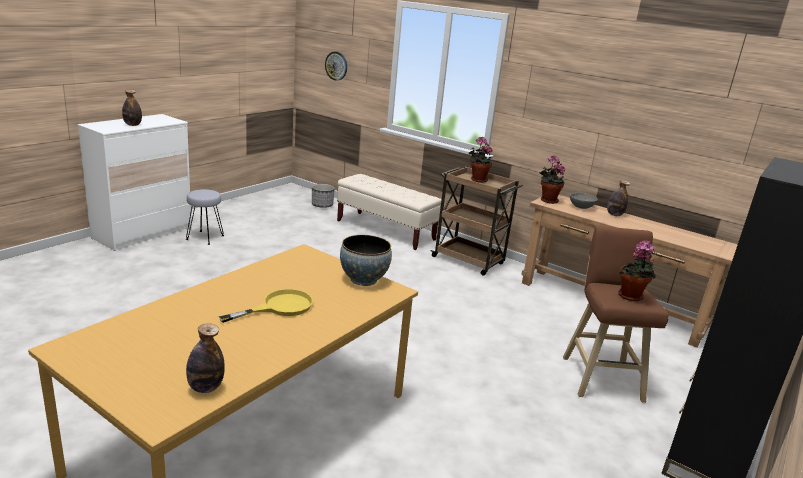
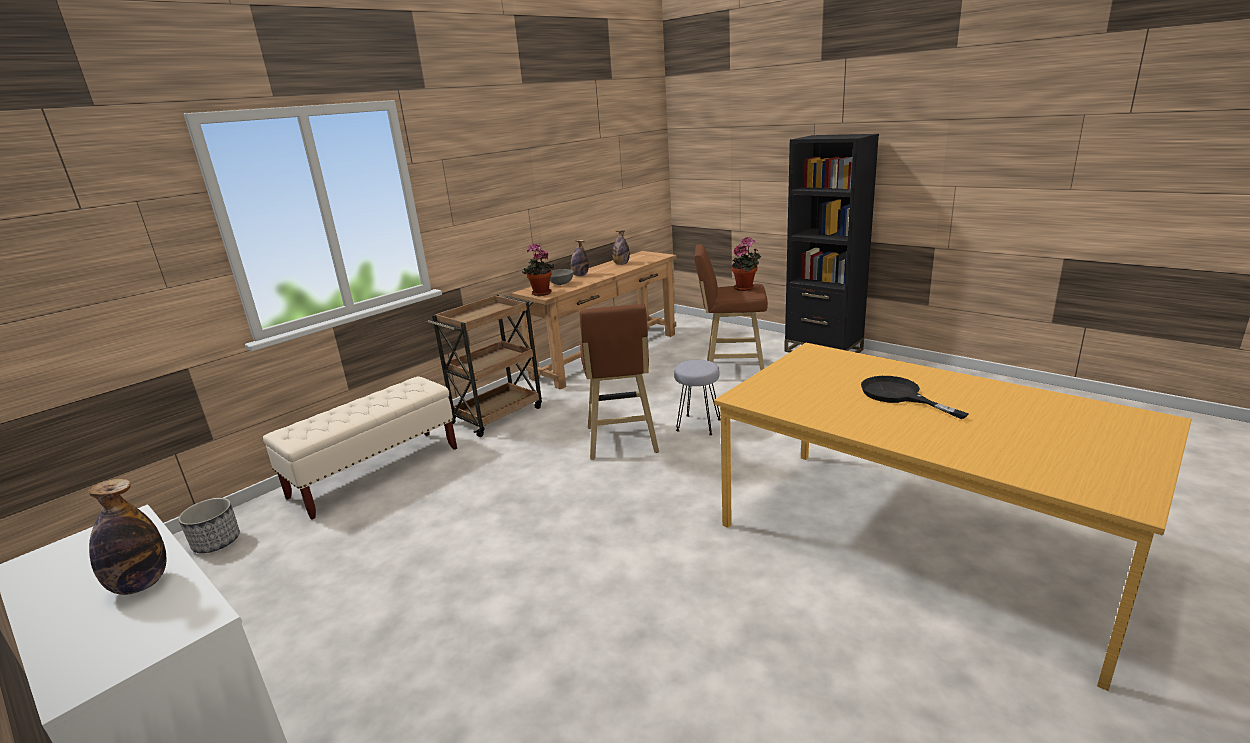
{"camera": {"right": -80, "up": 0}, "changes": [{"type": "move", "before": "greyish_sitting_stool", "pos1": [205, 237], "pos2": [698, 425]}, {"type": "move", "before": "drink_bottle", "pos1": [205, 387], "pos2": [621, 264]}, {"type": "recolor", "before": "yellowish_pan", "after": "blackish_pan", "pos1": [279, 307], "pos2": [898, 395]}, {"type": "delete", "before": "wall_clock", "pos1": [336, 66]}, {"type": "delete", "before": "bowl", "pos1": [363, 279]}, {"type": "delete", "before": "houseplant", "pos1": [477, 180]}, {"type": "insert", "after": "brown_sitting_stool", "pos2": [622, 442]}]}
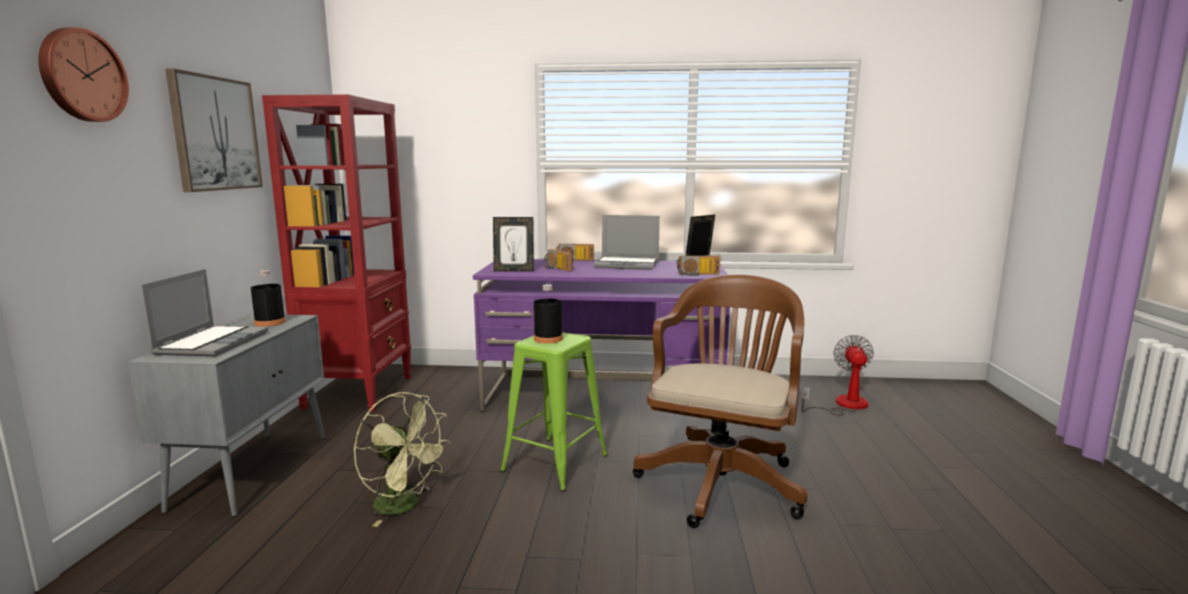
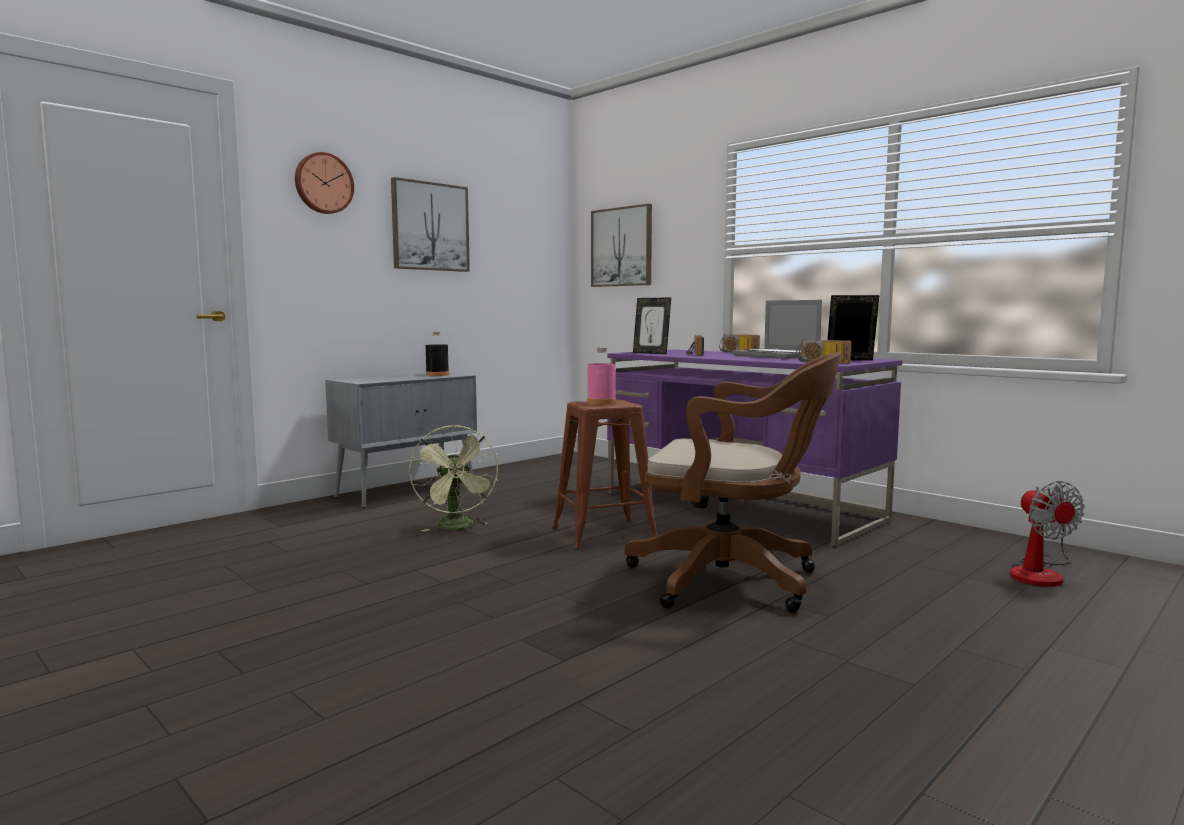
{"camera": {"right": 40, "up": -5}, "changes": [{"type": "delete", "before": "notebook_computer", "pos1": [212, 343]}, {"type": "delete", "before": "red-coloured_bookcase", "pos1": [360, 391]}, {"type": "recolor", "before": "green_sitting_stool", "after": "brown_sitting_stool", "pos1": [556, 463], "pos2": [605, 534]}, {"type": "recolor", "before": "blackish_drink_bottle", "after": "pink_drink_bottle", "pos1": [548, 339], "pos2": [601, 402]}, {"type": "rotate", "before": "brown_computer_chair", "pos1": [722, 479], "pos2": [733, 581], "turn": 45}, {"type": "rotate", "before": "fan", "pos1": [843, 405], "pos2": [1040, 573], "turn": 120}, {"type": "insert", "after": "wall_art", "pos2": [622, 247]}]}
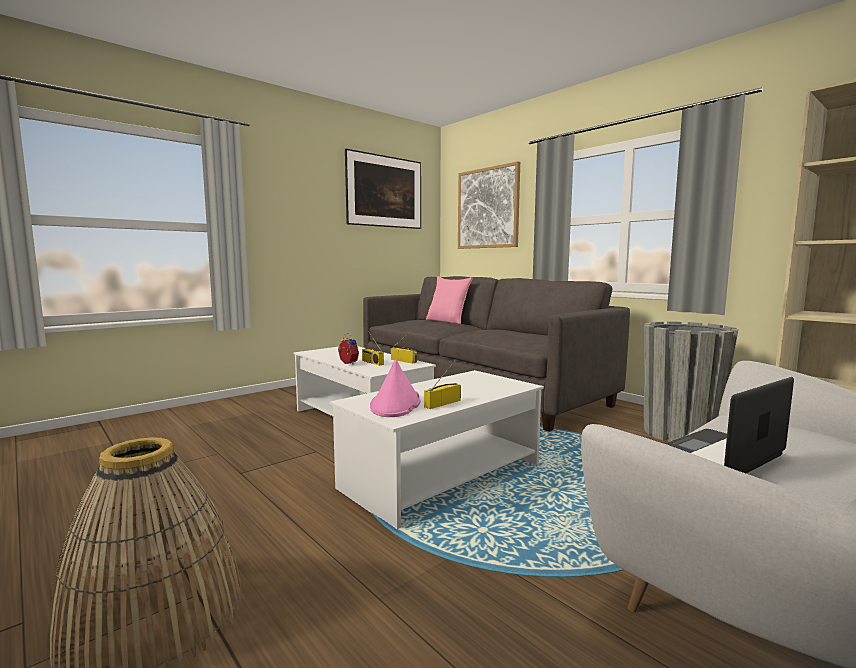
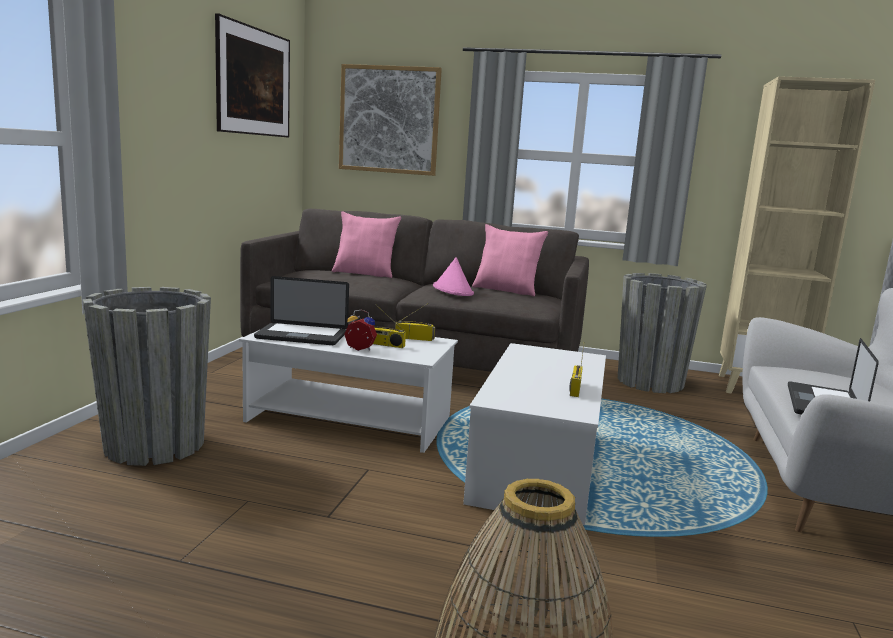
{"camera": {"right": -35, "up": 5}, "changes": [{"type": "move", "before": "pink_wearable_hat", "pos1": [395, 404], "pos2": [453, 290]}, {"type": "insert", "after": "greyish_flower_pot", "pos2": [154, 445]}, {"type": "insert", "after": "notebook_computer", "pos2": [302, 336]}, {"type": "insert", "after": "pink_pillow", "pos2": [506, 290]}]}
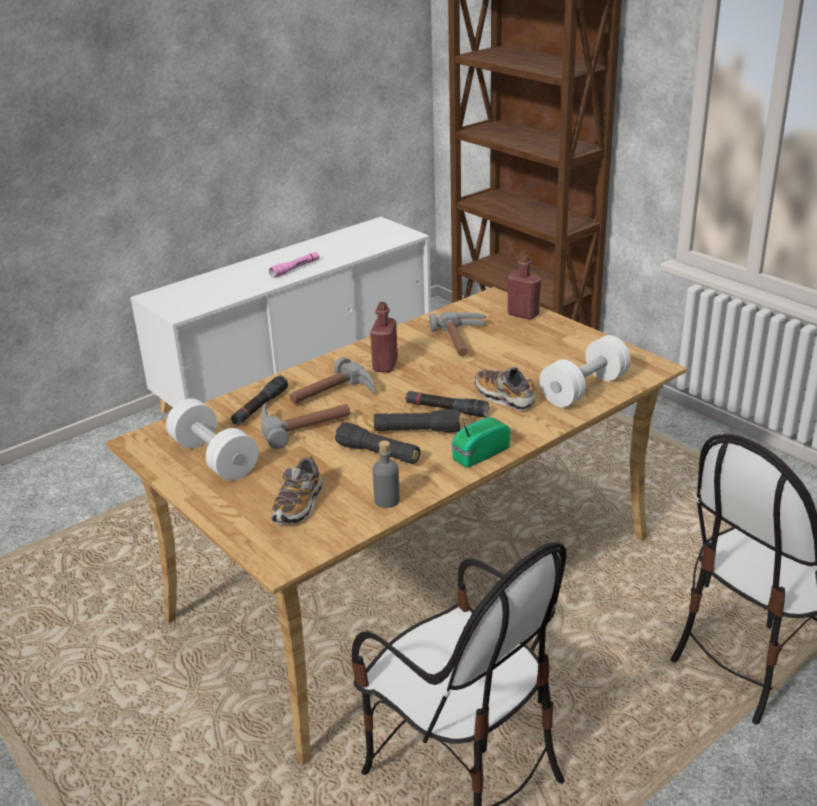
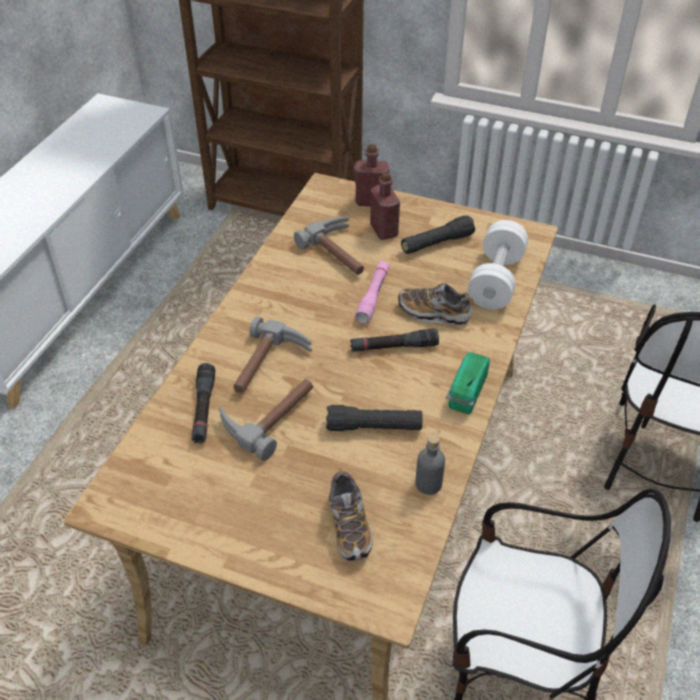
{"camera": {"right": -30, "up": 15}, "changes": [{"type": "delete", "before": "white_dumbbell", "pos1": [214, 458]}, {"type": "move", "before": "pink_hand_torch", "pos1": [295, 269], "pos2": [373, 296]}, {"type": "move", "before": "red-coloured_drink_bottle", "pos1": [385, 365], "pos2": [384, 230]}, {"type": "move", "before": "blackish_hand_torch", "pos1": [417, 431], "pos2": [437, 243]}]}
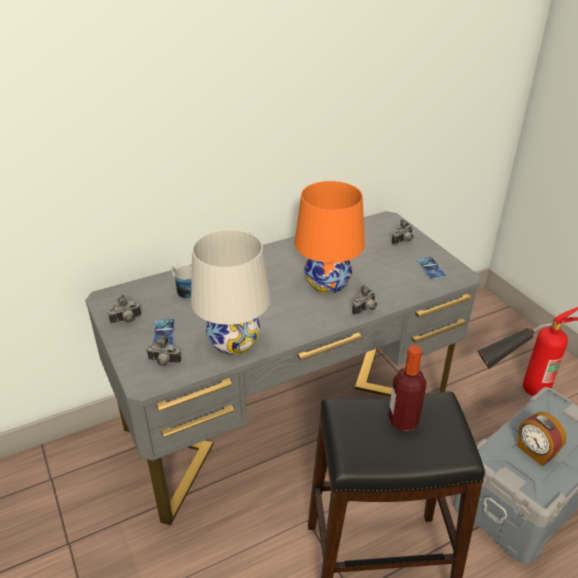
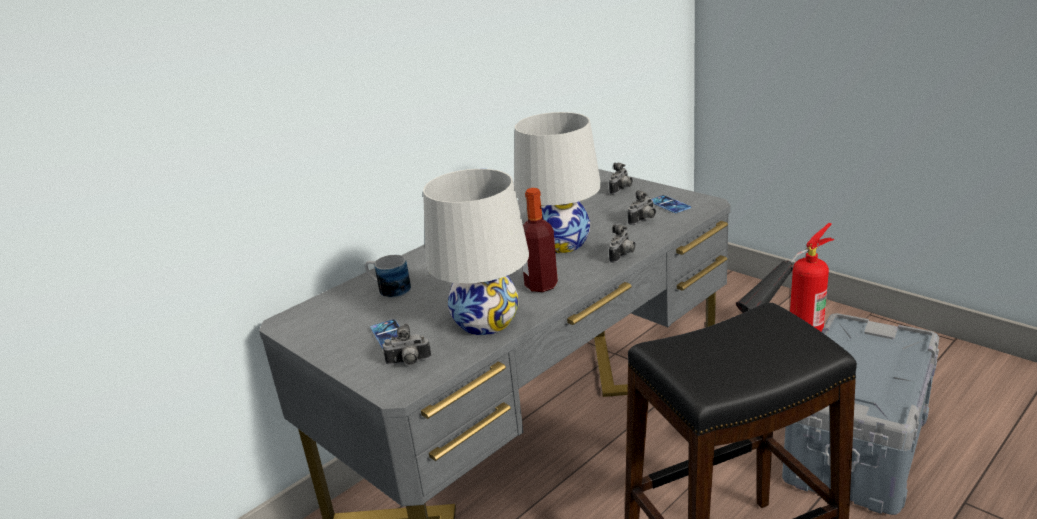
{"camera": {"right": -15, "up": -10}, "changes": [{"type": "move", "before": "still_camera", "pos1": [126, 321], "pos2": [643, 220]}, {"type": "recolor", "before": "orange-coloured_lamp_for_a_table", "after": "white_lamp_for_a_table", "pos1": [328, 283], "pos2": [562, 243]}, {"type": "move", "before": "drink_bottle", "pos1": [403, 421], "pos2": [541, 285]}, {"type": "delete", "before": "alarm_clock", "pos1": [535, 452]}]}
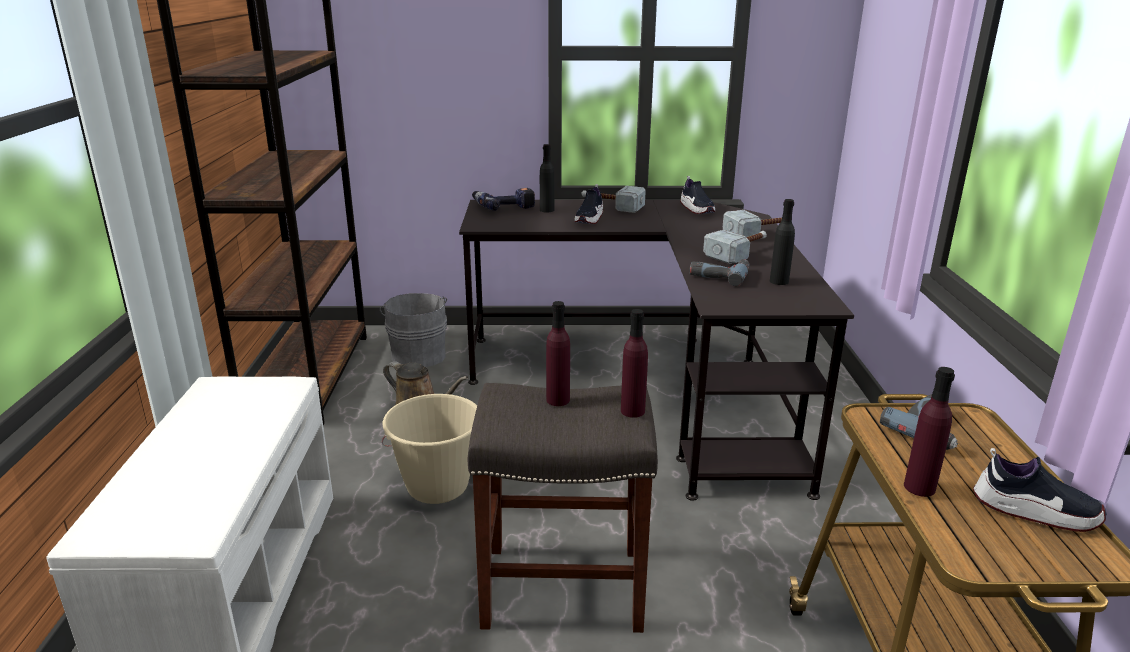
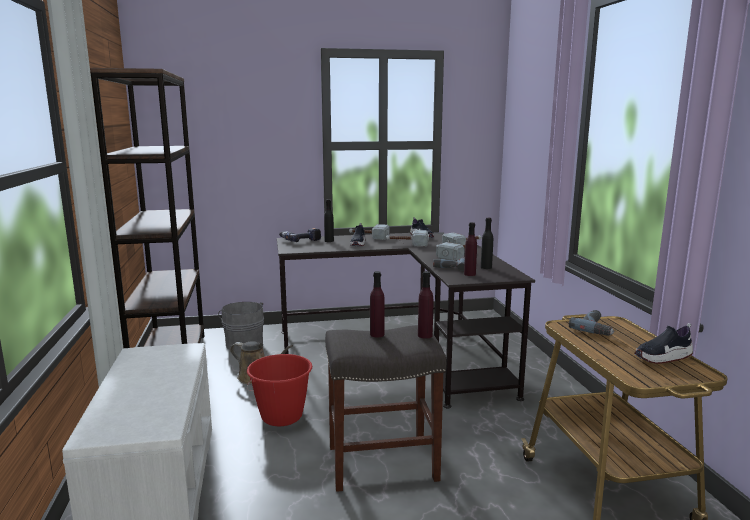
{"camera": {"right": -10, "up": -10}, "changes": [{"type": "recolor", "before": "beige-coloured_pail", "after": "red-coloured_pail", "pos1": [437, 487], "pos2": [282, 416]}, {"type": "move", "before": "purple-coloured_drink_bottle", "pos1": [919, 487], "pos2": [469, 274]}, {"type": "rotate", "before": "item_of_footwear", "pos1": [1034, 512], "pos2": [663, 357], "turn": 150}, {"type": "insert", "after": "tool_hammer", "pos2": [407, 244]}]}
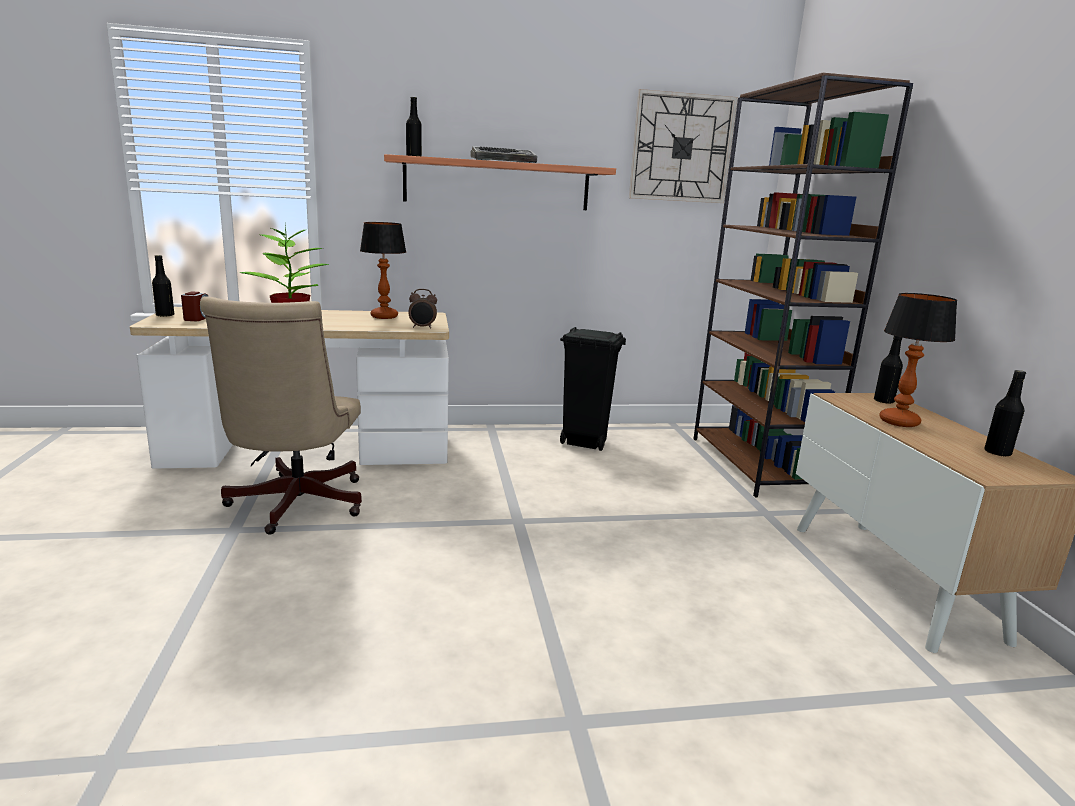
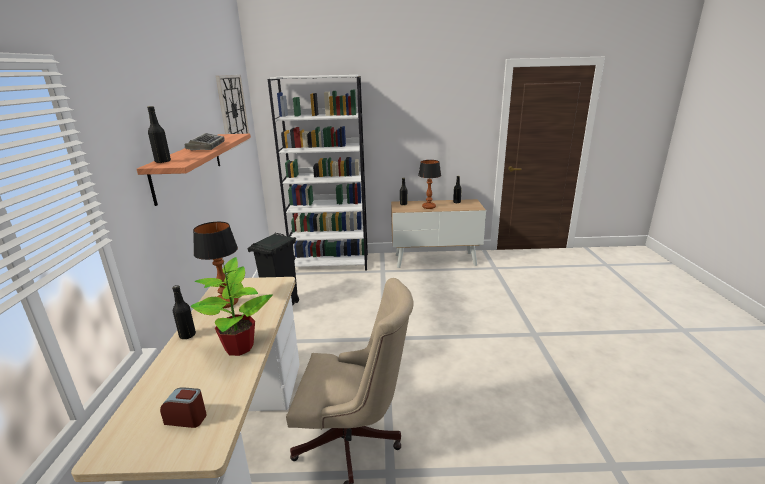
{"camera": {"right": -80, "up": 5}, "changes": [{"type": "move", "before": "blackish_drink_bottle", "pos1": [165, 315], "pos2": [187, 335]}, {"type": "delete", "before": "alarm_clock", "pos1": [422, 327]}, {"type": "recolor", "before": "brown_bookcase", "after": "white_bookcase", "pos1": [756, 465], "pos2": [331, 262]}]}
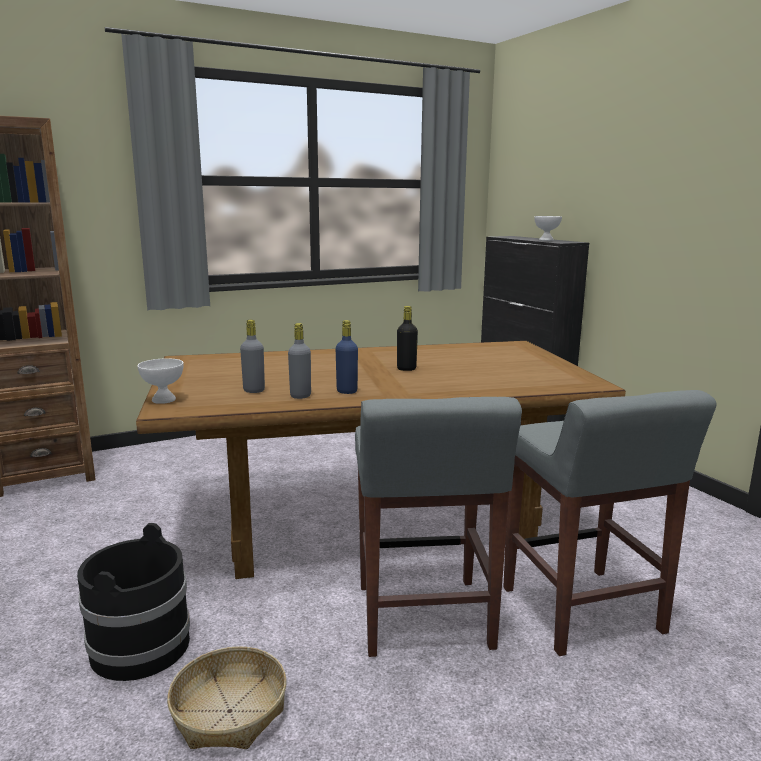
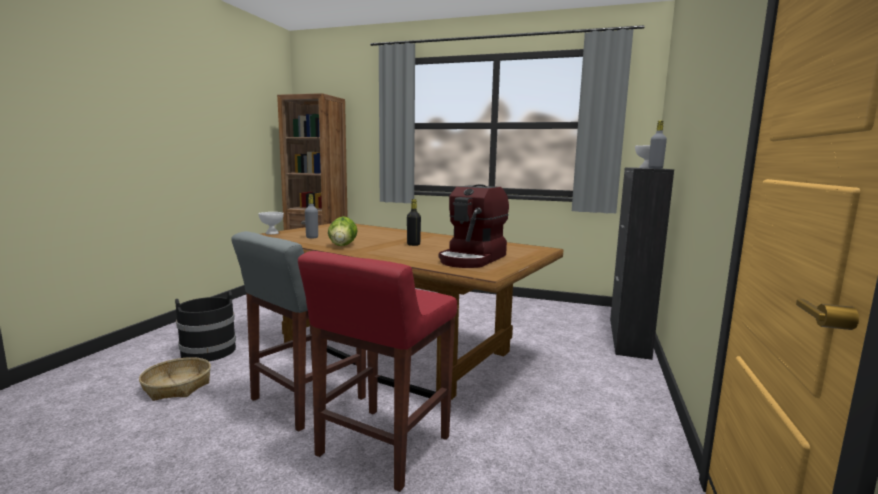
{"camera": {"right": 45, "up": -5}, "changes": [{"type": "move", "before": "greyish_drink_bottle", "pos1": [300, 396], "pos2": [655, 168]}, {"type": "replace", "before": "blue-coloured_drink_bottle", "after": "head_of_lettuce", "pos1": [347, 391], "pos2": [343, 245]}, {"type": "recolor", "before": "greyish_sitting_stool", "after": "red-coloured_sitting_stool", "pos1": [582, 612], "pos2": [382, 447]}, {"type": "insert", "after": "coffee_maker", "pos2": [473, 259]}]}
